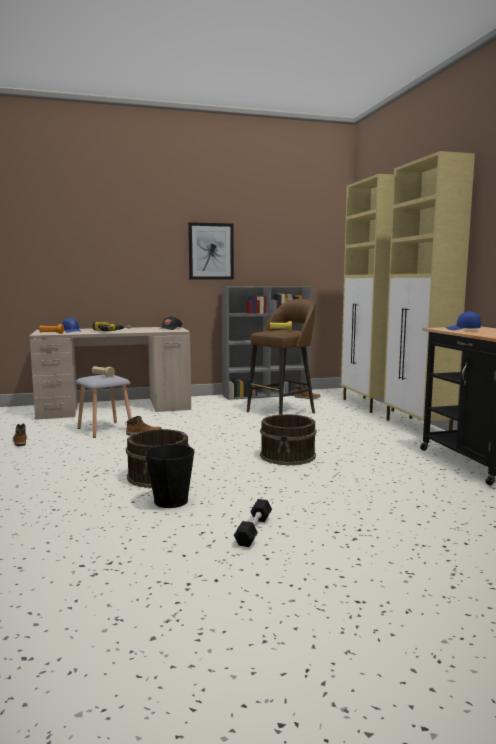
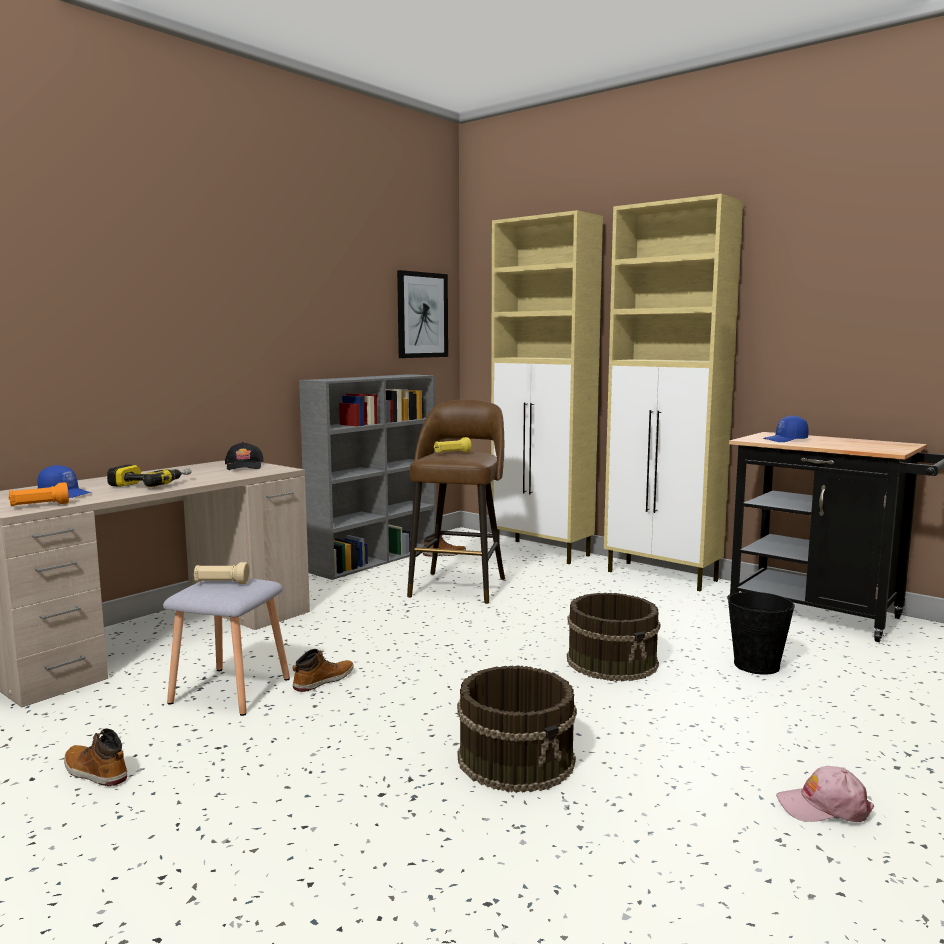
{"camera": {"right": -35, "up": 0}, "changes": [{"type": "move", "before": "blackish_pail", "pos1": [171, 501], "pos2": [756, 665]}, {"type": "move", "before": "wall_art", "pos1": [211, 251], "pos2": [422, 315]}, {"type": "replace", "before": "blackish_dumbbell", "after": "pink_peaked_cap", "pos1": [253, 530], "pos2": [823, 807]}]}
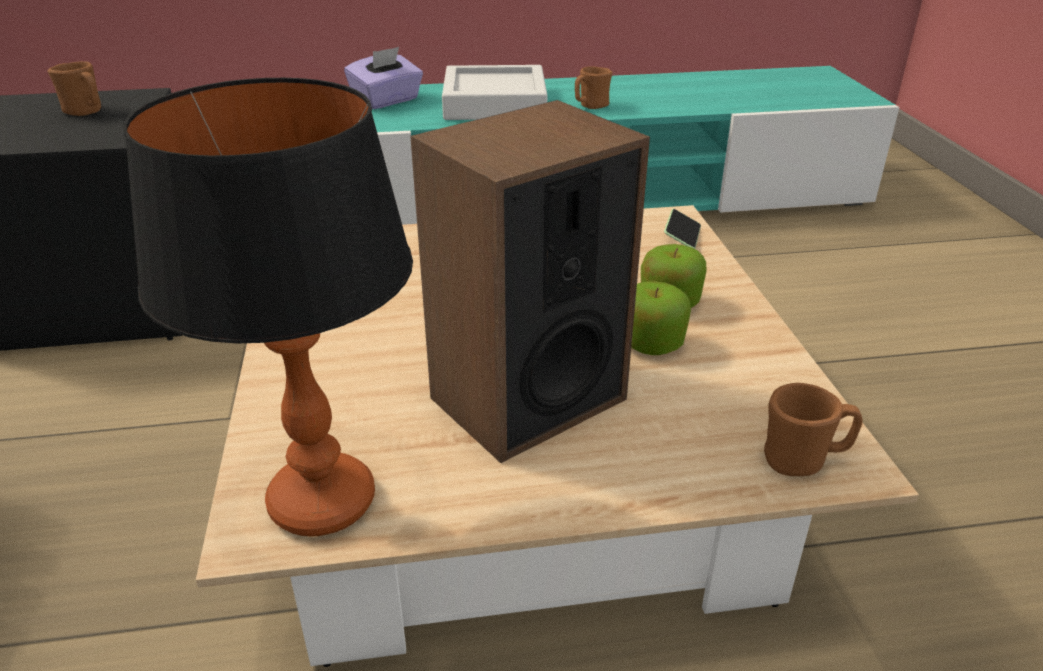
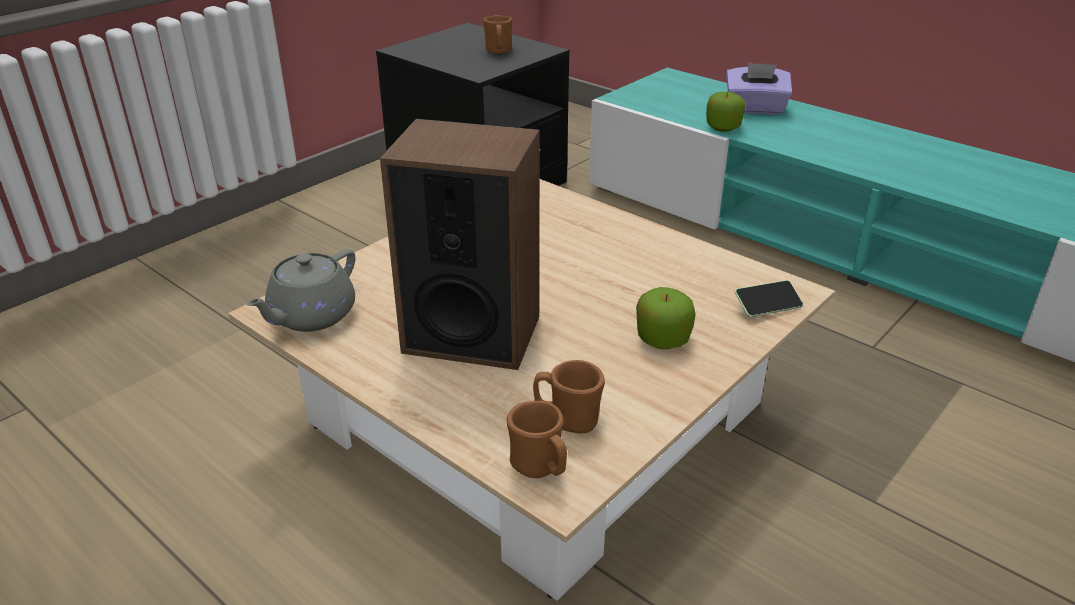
{"camera": {"right": 50, "up": 0}, "changes": [{"type": "replace", "before": "lamp_for_a_table", "after": "greyish_tea_pot", "pos1": [324, 501], "pos2": [311, 316]}, {"type": "delete", "before": "greyish_tray", "pos1": [494, 103]}, {"type": "move", "before": "brown_coffee_mug", "pos1": [590, 106], "pos2": [567, 419]}, {"type": "move", "before": "whole_apple", "pos1": [651, 343], "pos2": [723, 127]}]}
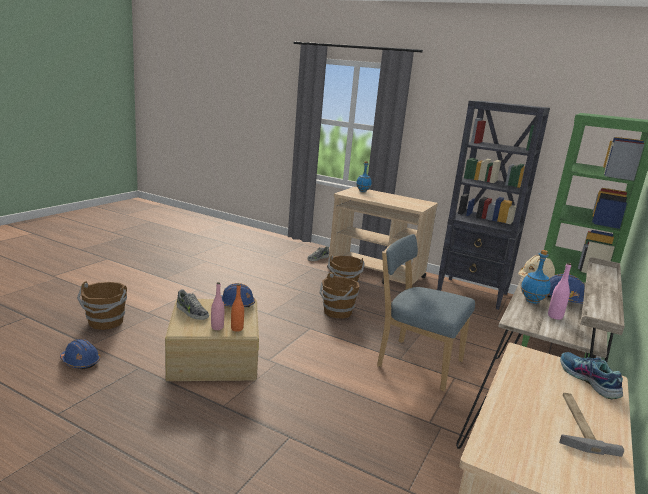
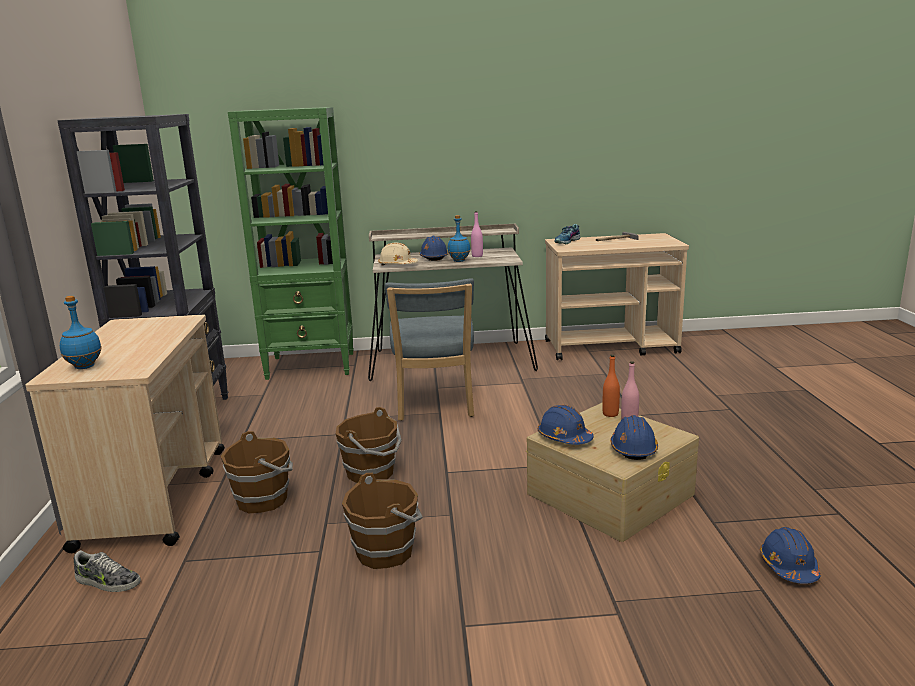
{"camera": {"right": -120, "up": 0}, "changes": [{"type": "move", "before": "brown_pail", "pos1": [105, 322], "pos2": [386, 551]}, {"type": "replace", "before": "item_of_footwear", "after": "blue-coloured_hard_hat", "pos1": [192, 312], "pos2": [633, 448]}]}
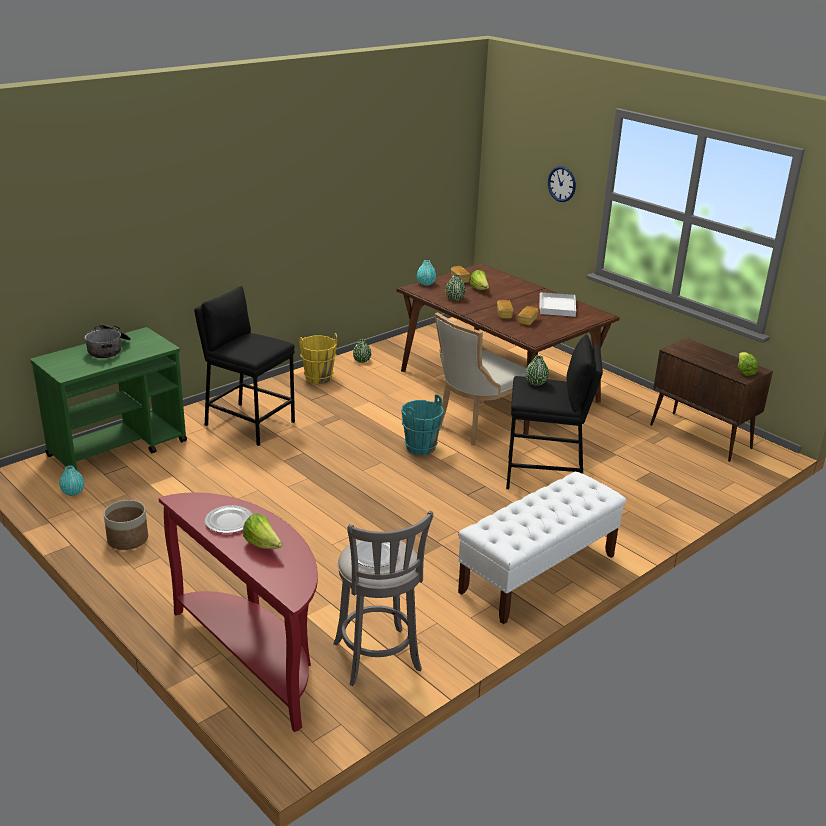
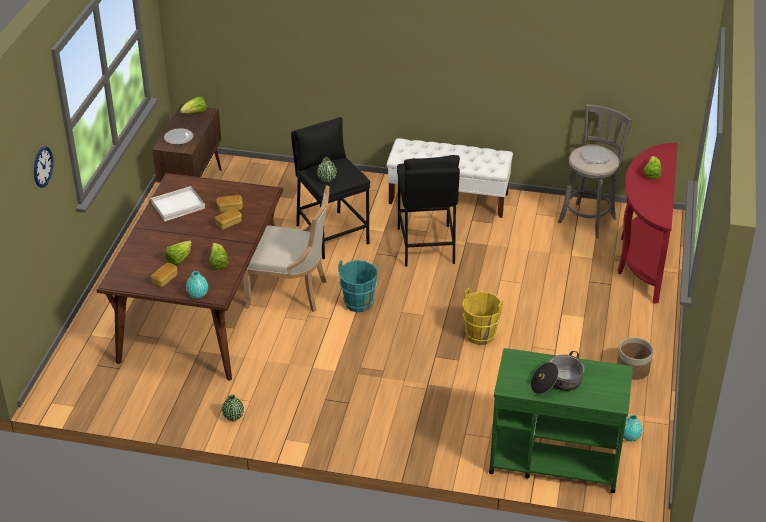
{"camera": {"right": -125, "up": 10}, "changes": [{"type": "move", "before": "blackish_sitting_stool", "pos1": [249, 423], "pos2": [426, 245]}, {"type": "move", "before": "plate", "pos1": [229, 522], "pos2": [179, 137]}, {"type": "move", "before": "yellowish_pail", "pos1": [318, 378], "pos2": [480, 336]}, {"type": "replace", "before": "green_decorative_vase", "after": "head_of_lettuce", "pos1": [455, 298], "pos2": [218, 263]}]}
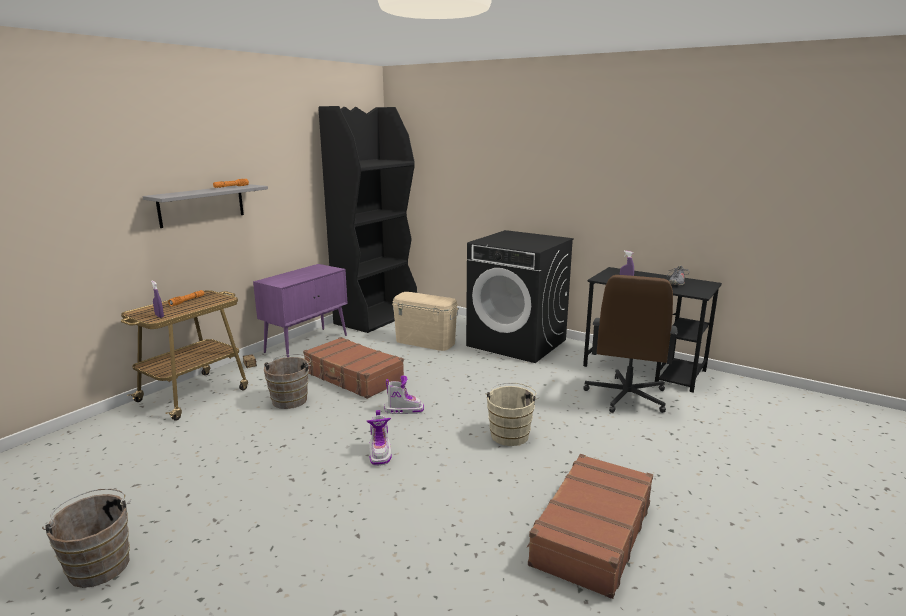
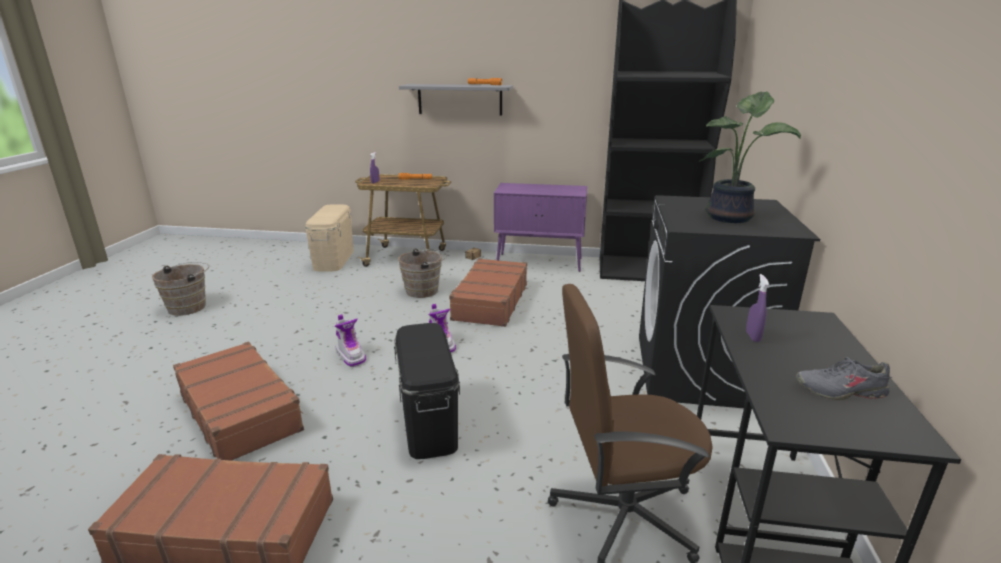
{"camera": {"right": 65, "up": 5}, "changes": [{"type": "rotate", "before": "high-top_boot", "pos1": [380, 453], "pos2": [351, 356], "turn": -90}, {"type": "move", "before": "beige-coloured_storage_container", "pos1": [425, 342], "pos2": [334, 260]}, {"type": "replace", "before": "beige-coloured_pail", "after": "blackish_storage_container", "pos1": [510, 434], "pos2": [429, 422]}, {"type": "insert", "after": "brown_travel_case", "pos2": [241, 411]}, {"type": "insert", "after": "houseplant", "pos2": [732, 217]}]}
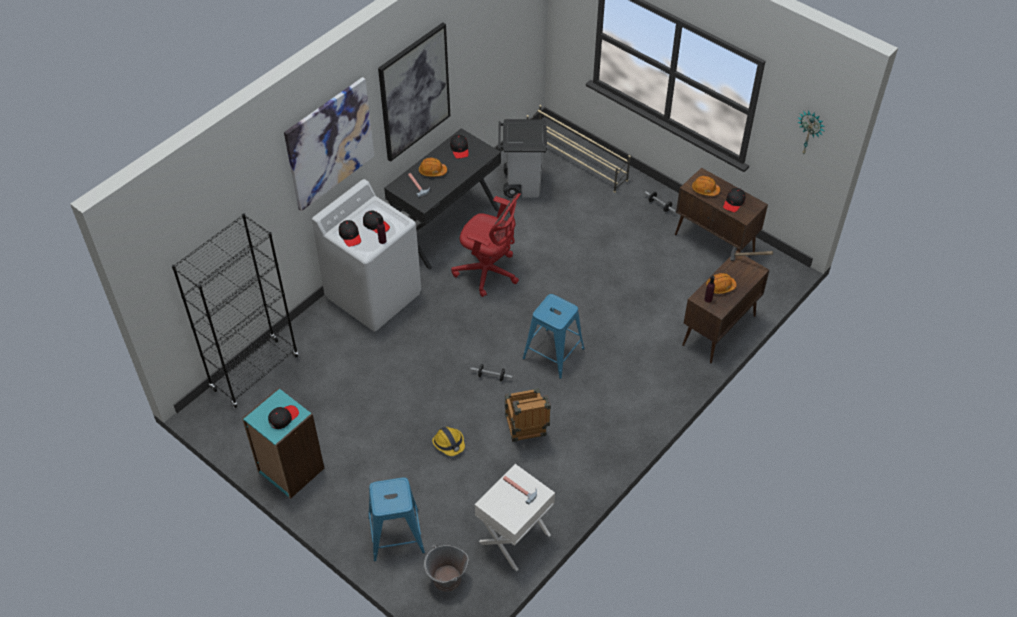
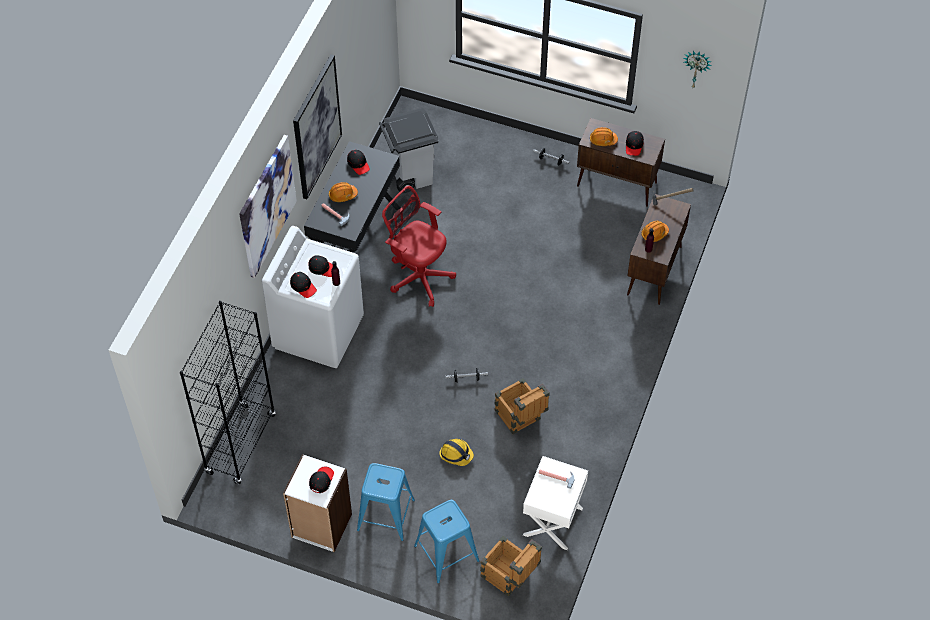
{"camera": {"right": -20, "up": 5}, "changes": [{"type": "recolor", "before": "turquoise_bookcase", "after": "white_bookcase", "pos1": [290, 470], "pos2": [321, 526]}, {"type": "replace", "before": "greyish_pail", "after": "packing_crate", "pos1": [447, 579], "pos2": [510, 577]}, {"type": "rotate", "before": "red-coloured_computer_chair", "pos1": [489, 272], "pos2": [418, 276], "turn": -150}, {"type": "move", "before": "blue-coloured_sitting_stool", "pos1": [553, 353], "pos2": [386, 515]}, {"type": "delete", "before": "beige-coloured_shoe_rack", "pos1": [576, 161]}]}
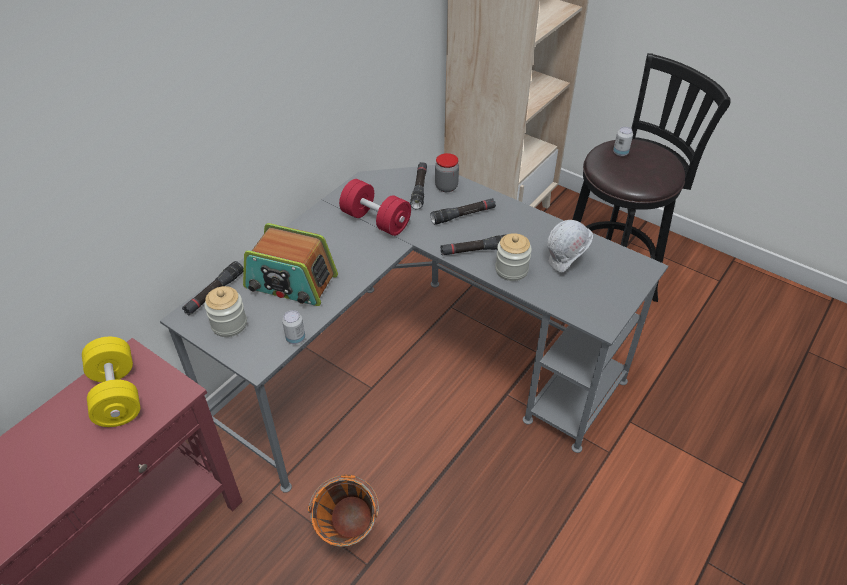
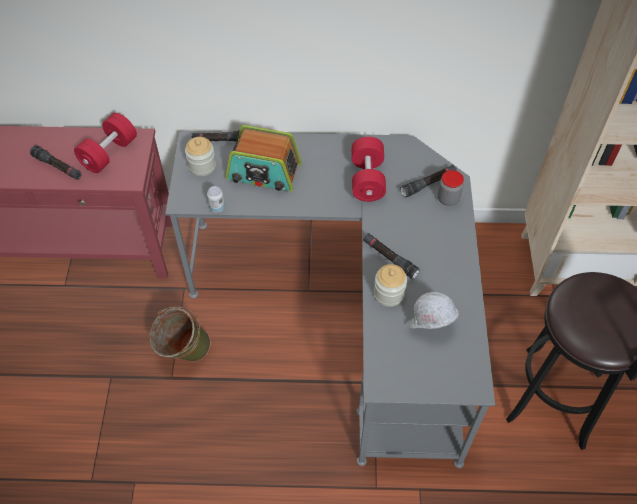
{"camera": {"right": 55, "up": 10}, "changes": [{"type": "recolor", "before": "yellowish_dumbbell", "after": "red-coloured_dumbbell", "pos1": [117, 394], "pos2": [109, 153]}, {"type": "rotate", "before": "radio_set", "pos1": [291, 282], "pos2": [264, 172], "turn": -60}, {"type": "recolor", "before": "orange-coloured_pail", "after": "green_pail", "pos1": [348, 536], "pos2": [183, 353]}, {"type": "move", "before": "blackish_hand_torch", "pos1": [463, 215], "pos2": [57, 167]}, {"type": "delete", "before": "metal_can", "pos1": [620, 153]}]}
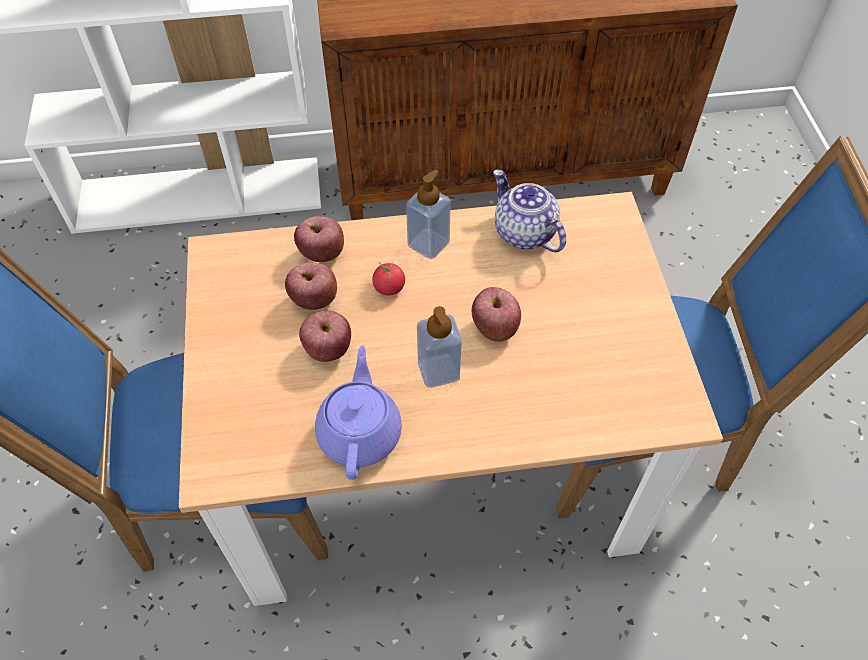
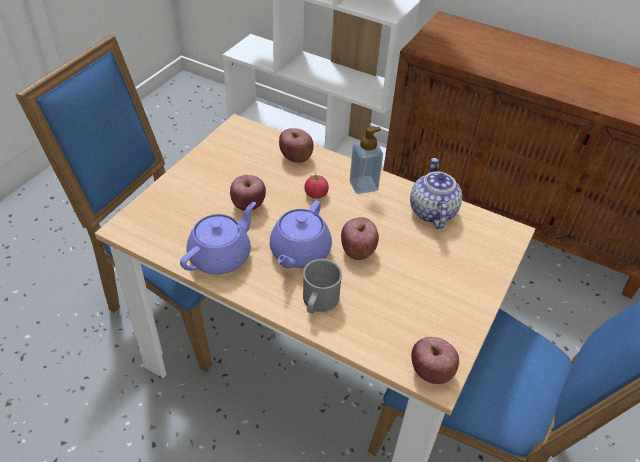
{"camera": {"right": 35, "up": -10}, "changes": [{"type": "move", "before": "whole_apple", "pos1": [314, 300], "pos2": [431, 372]}, {"type": "replace", "before": "liquid_soap_bottle", "after": "purple-coloured_tea_pot", "pos1": [438, 370], "pos2": [299, 253]}, {"type": "insert", "after": "greyish_coffee_mug", "pos2": [318, 302]}]}
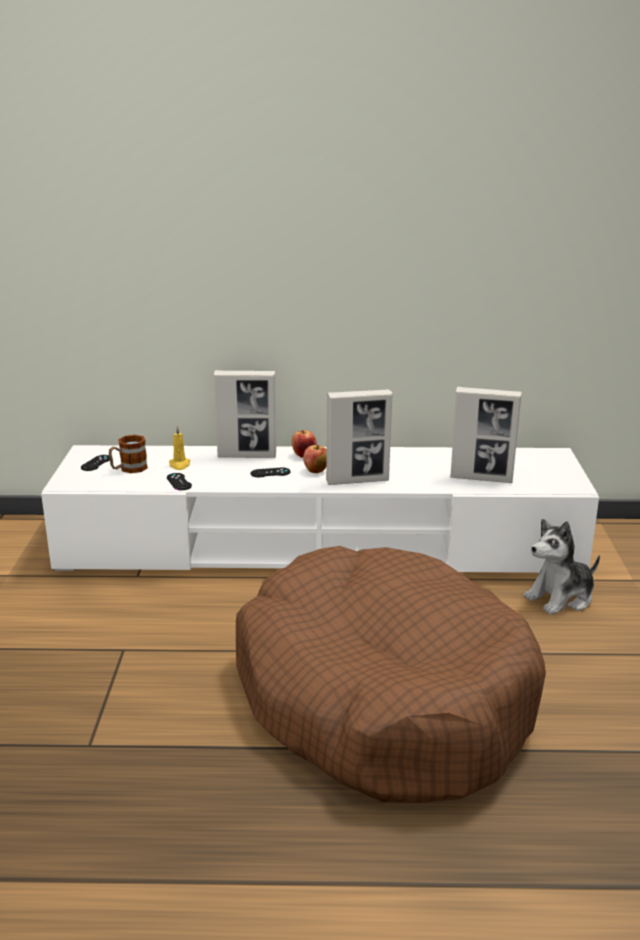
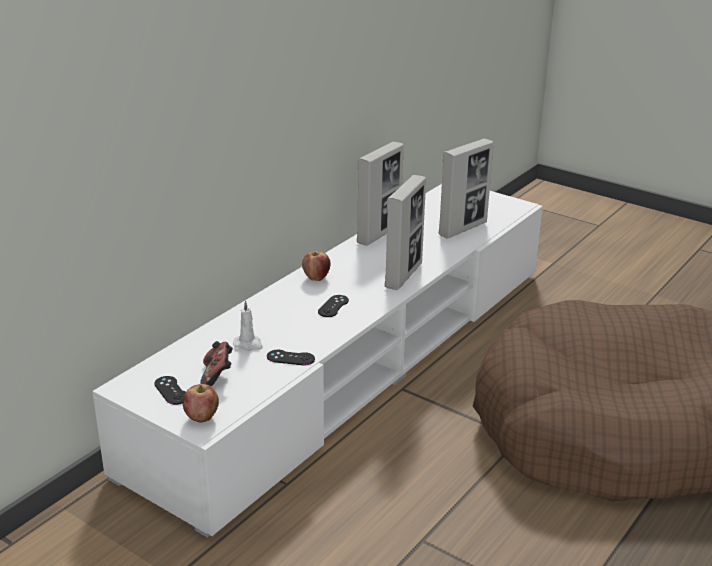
{"camera": {"right": -55, "up": 5}, "changes": [{"type": "replace", "before": "coffee_mug", "after": "game_controller", "pos1": [128, 469], "pos2": [217, 376]}, {"type": "recolor", "before": "yellowish_candle", "after": "white_candle", "pos1": [179, 465], "pos2": [248, 344]}, {"type": "move", "before": "photo_frame", "pos1": [247, 456], "pos2": [379, 234]}, {"type": "move", "before": "whole_apple", "pos1": [316, 471], "pos2": [201, 418]}, {"type": "delete", "before": "plush_toy", "pos1": [561, 598]}]}
